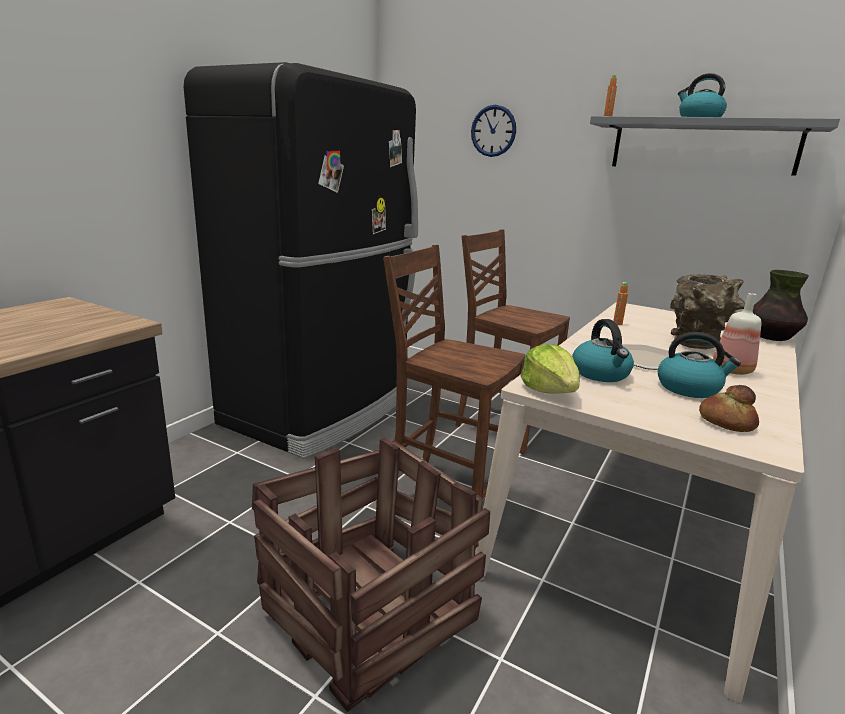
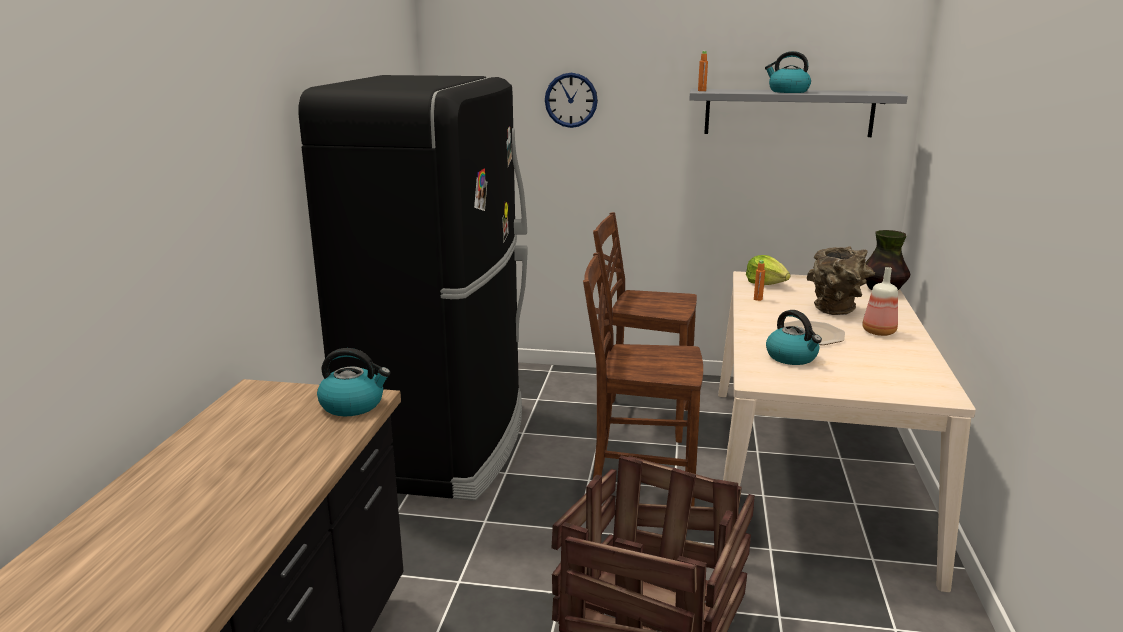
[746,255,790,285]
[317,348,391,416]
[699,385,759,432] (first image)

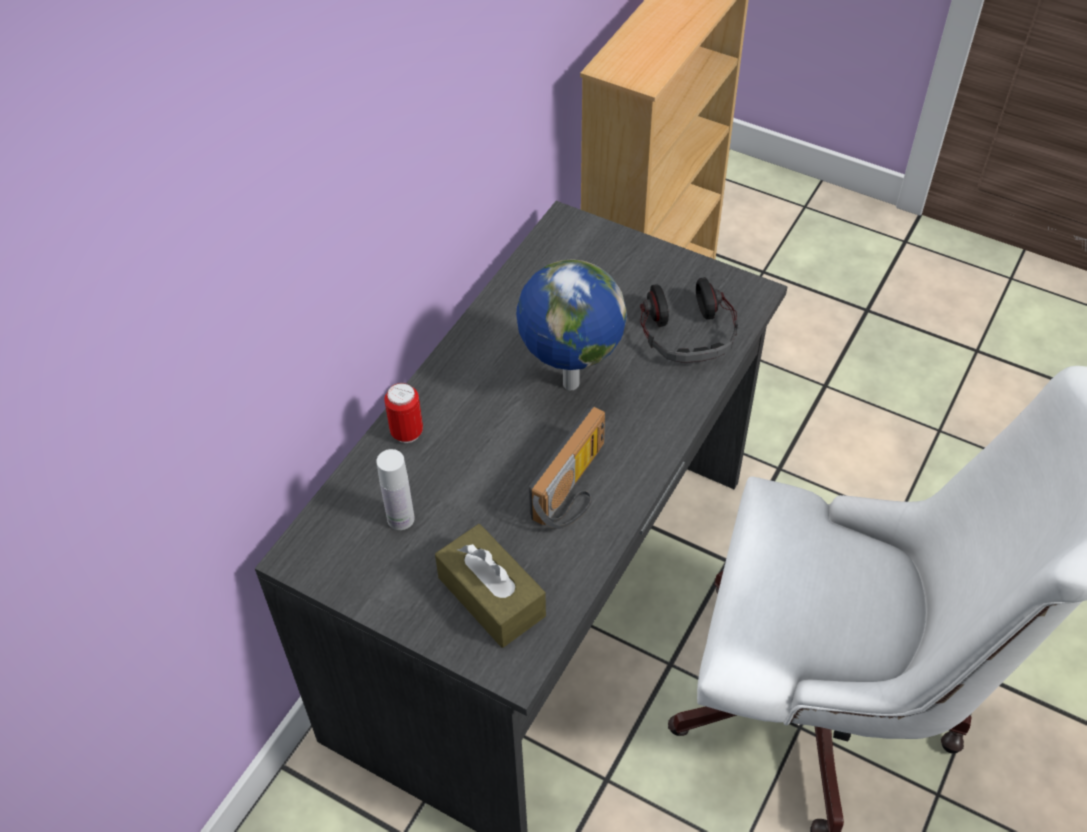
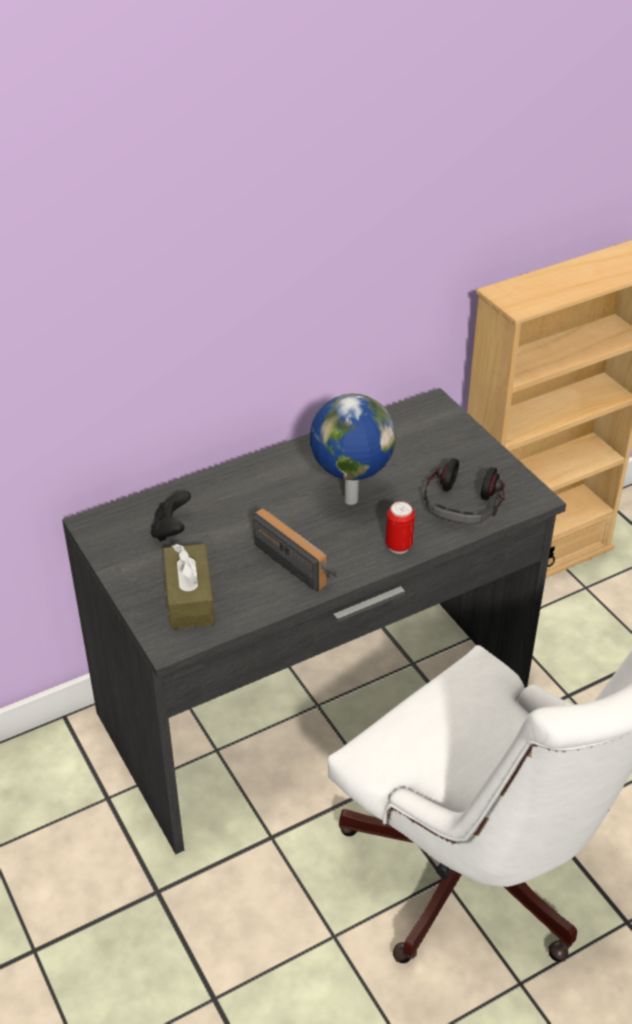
[151,490,191,542]
[386,501,415,554]
[253,509,336,592]

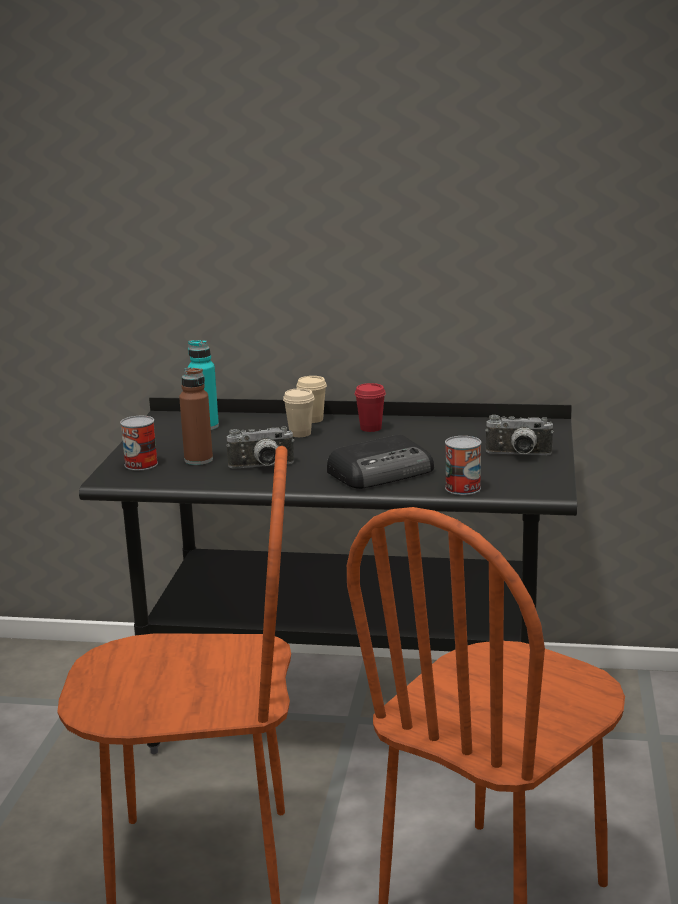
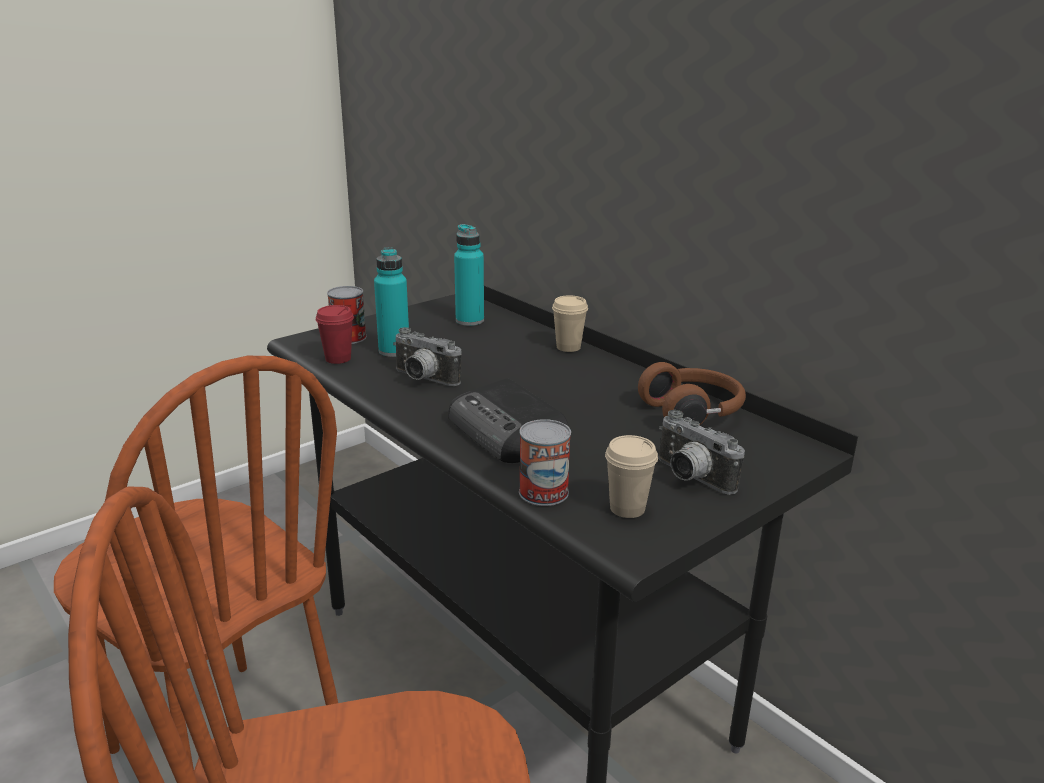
[374,248,409,357]
[605,435,658,518]
[448,378,569,463]
[316,305,354,364]
[638,362,746,426]

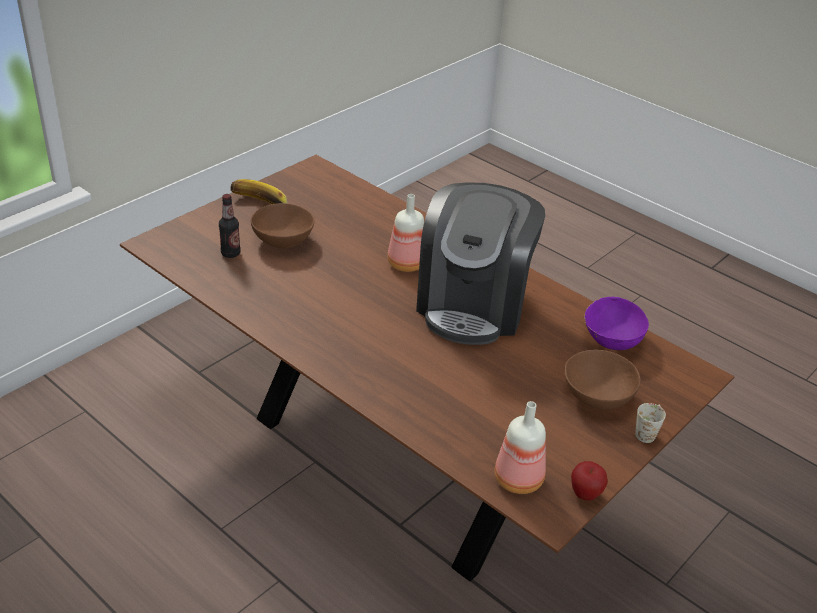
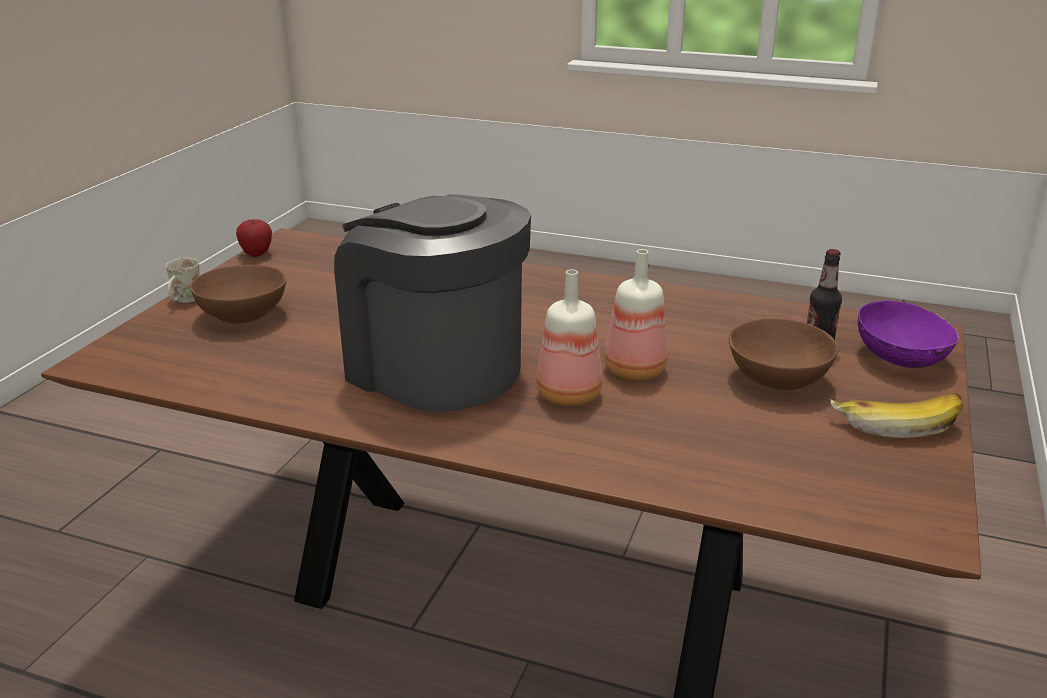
[334,194,531,412]
[604,249,668,380]
[858,300,959,368]

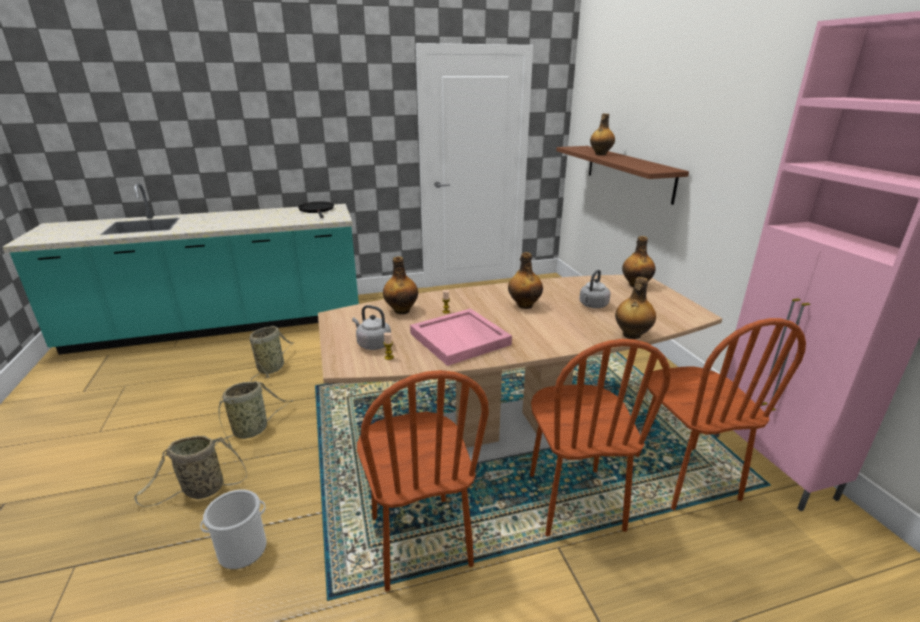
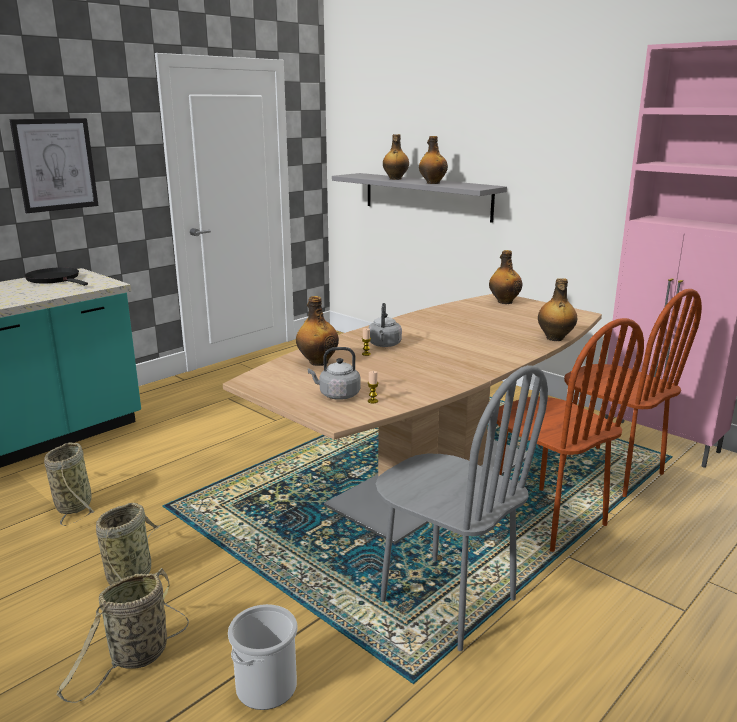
[376,365,548,651]
[410,309,512,366] (first image)
[419,136,448,184]
[332,173,507,223]
[368,303,402,347]
[10,118,98,213]

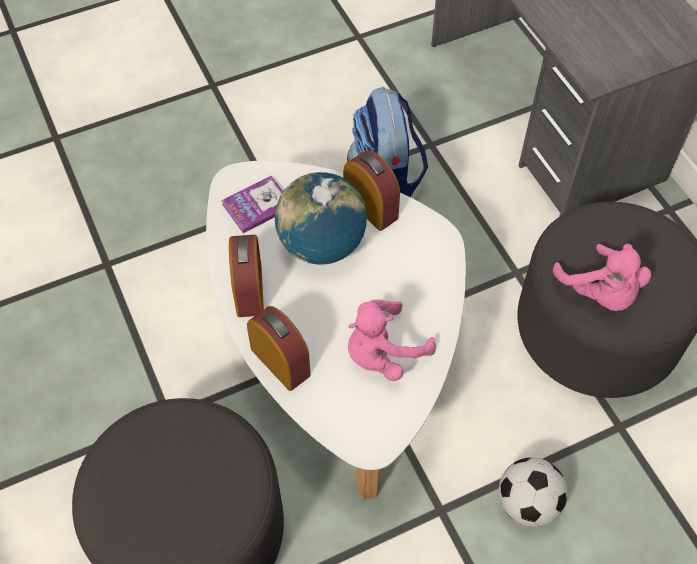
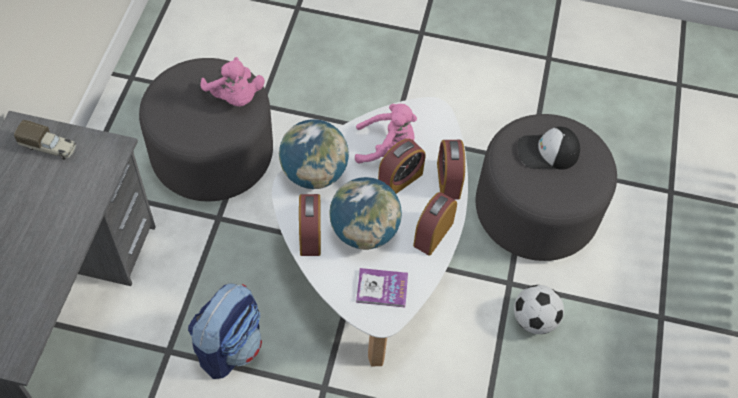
[514,285,564,334]
[200,57,265,106]
[14,120,77,160]
[278,119,349,189]
[378,139,425,194]
[518,127,580,170]

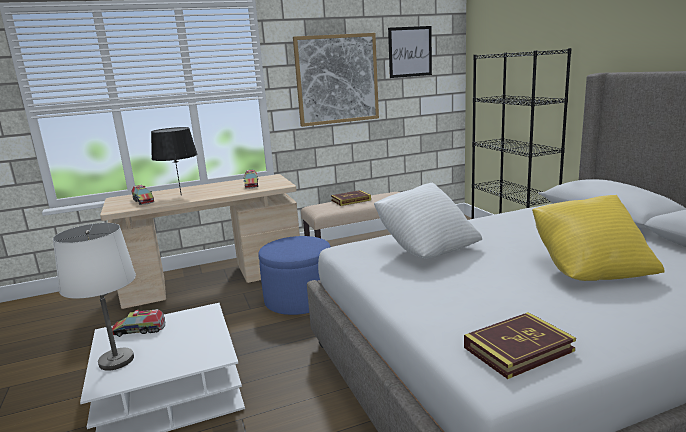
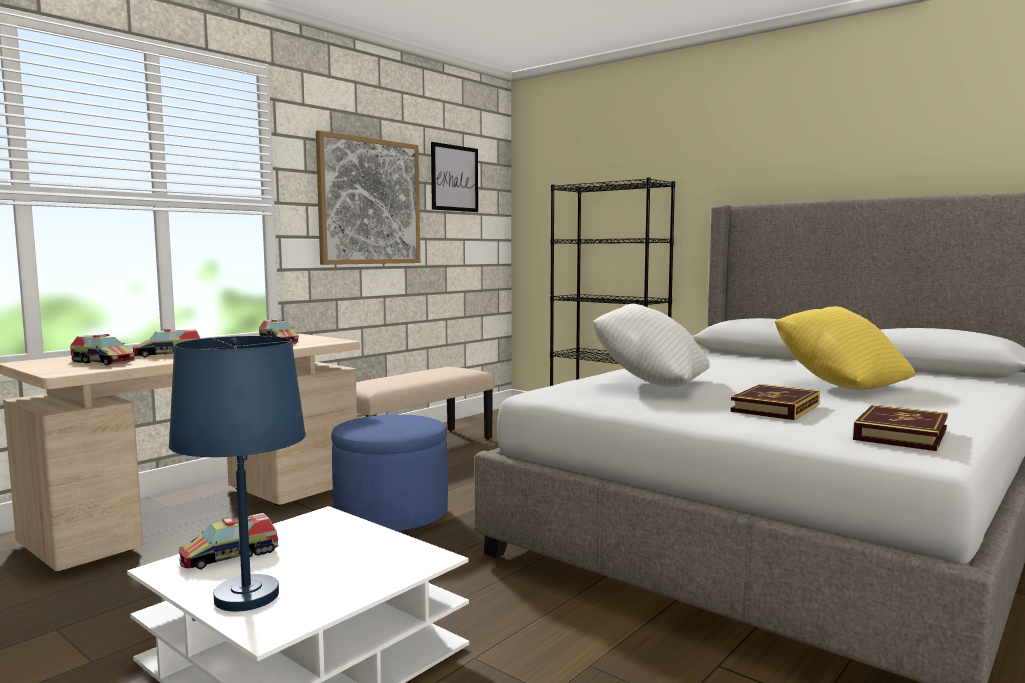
[169,336,306,612]
[132,328,201,358]
[730,384,820,420]

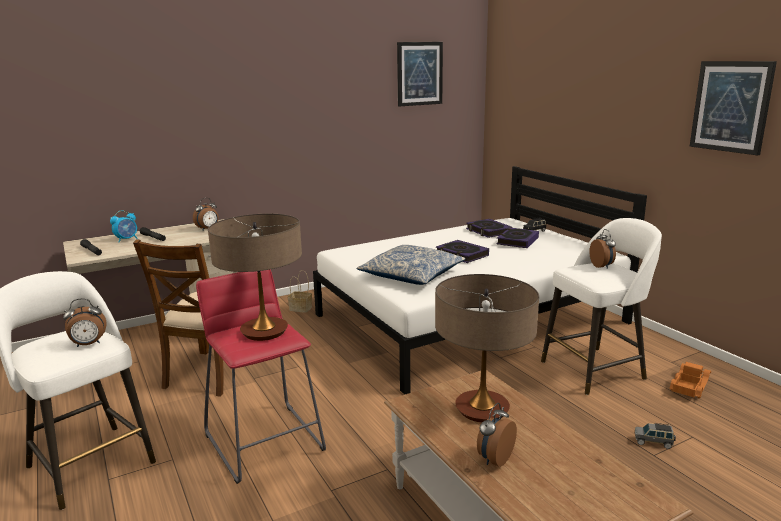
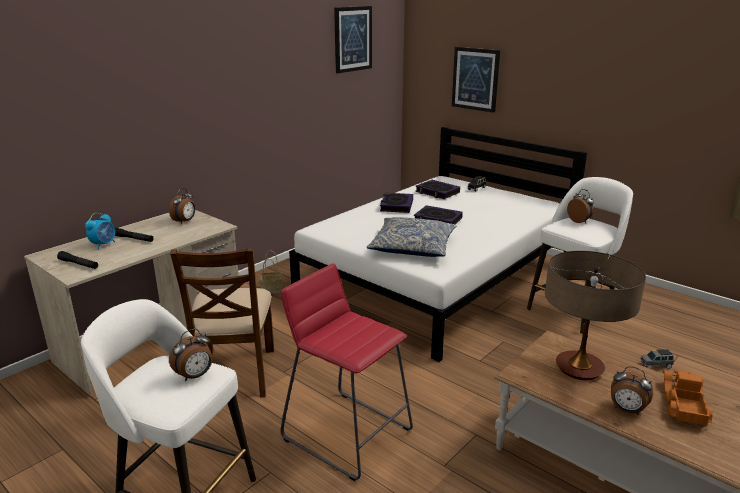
[208,214,302,341] (first image)
[611,366,653,415]
[380,193,413,213]
[663,370,713,425]
[452,47,500,113]

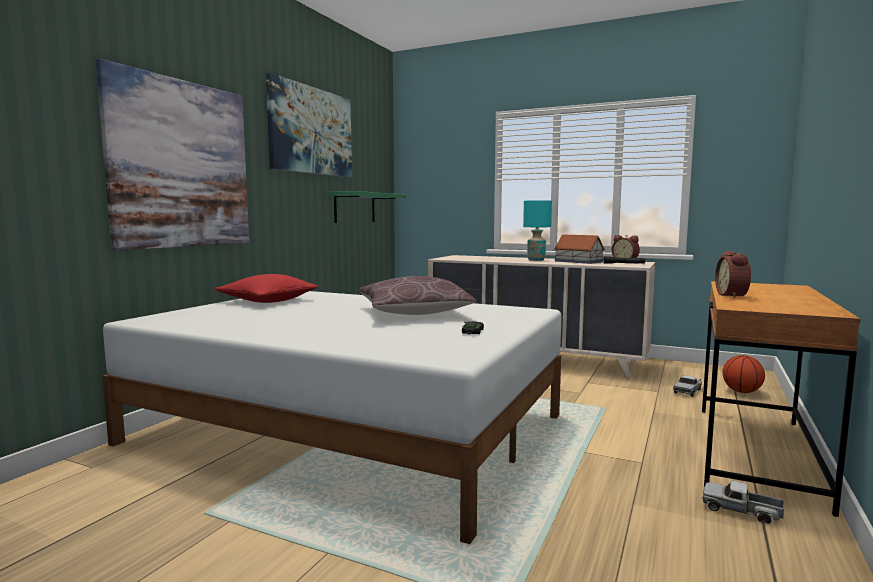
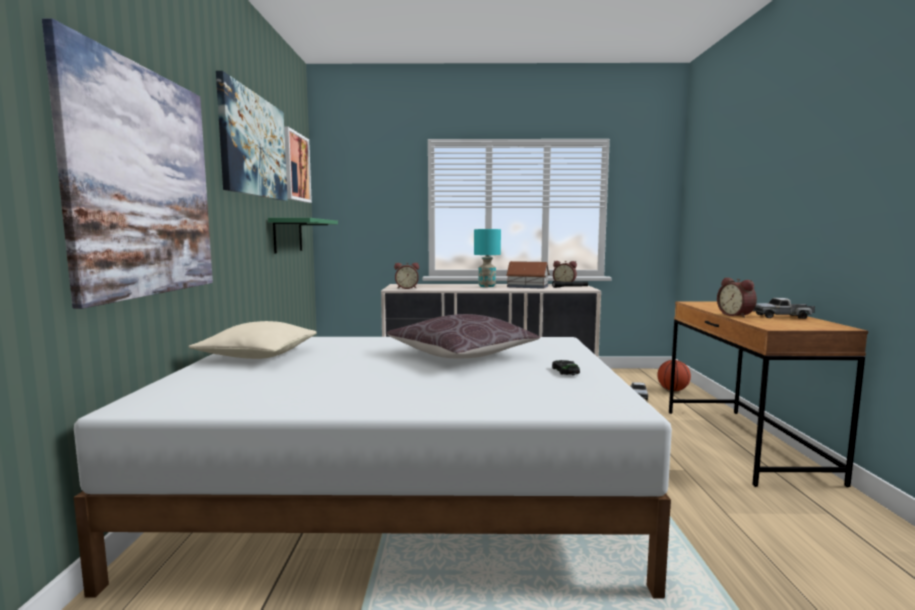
[188,321,317,359]
[753,298,815,319]
[284,126,312,203]
[394,263,419,289]

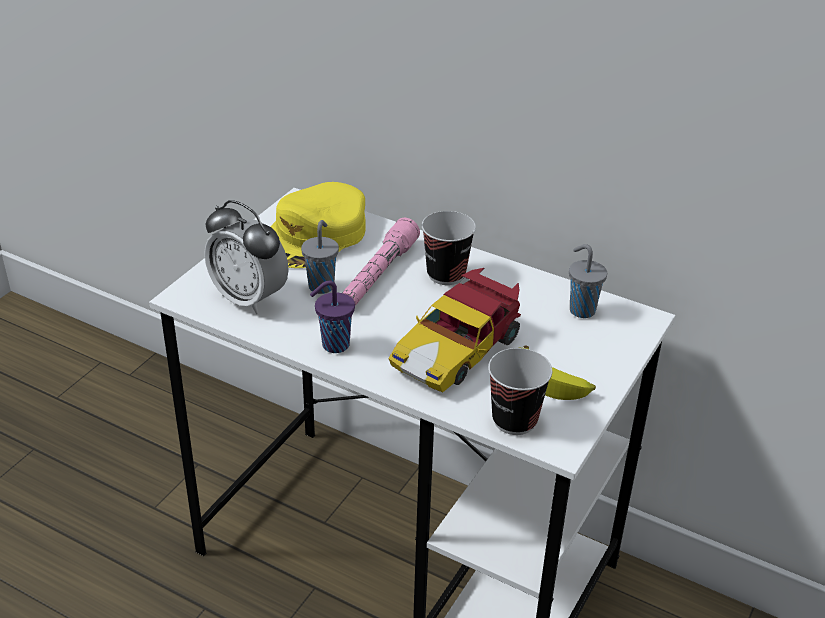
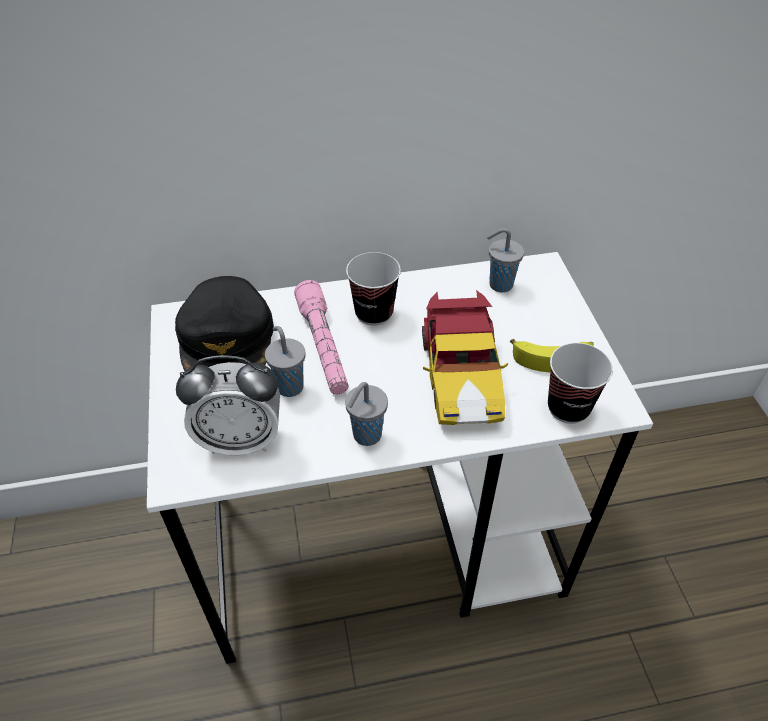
[175,276,274,371]
[345,382,388,446]

